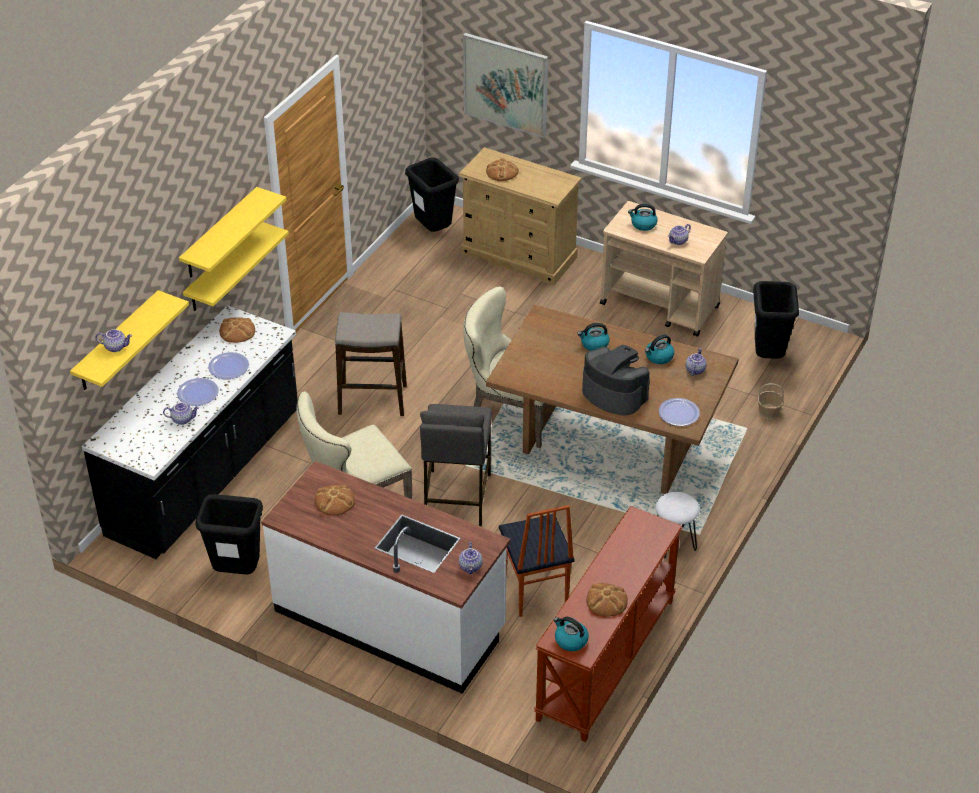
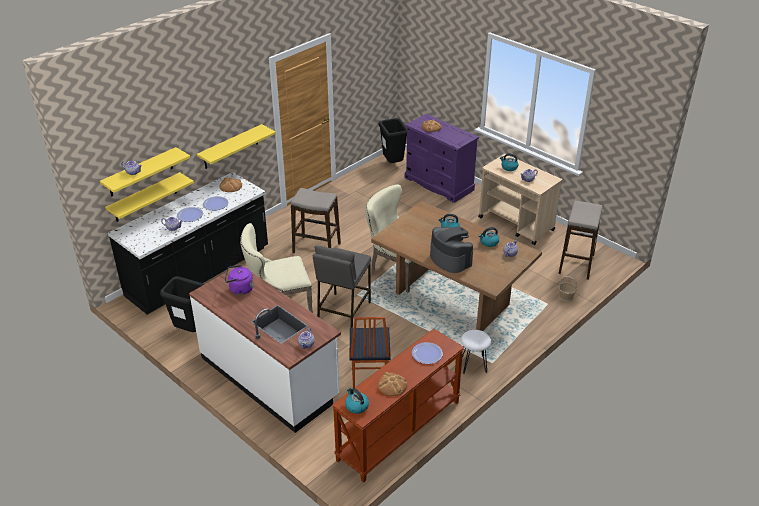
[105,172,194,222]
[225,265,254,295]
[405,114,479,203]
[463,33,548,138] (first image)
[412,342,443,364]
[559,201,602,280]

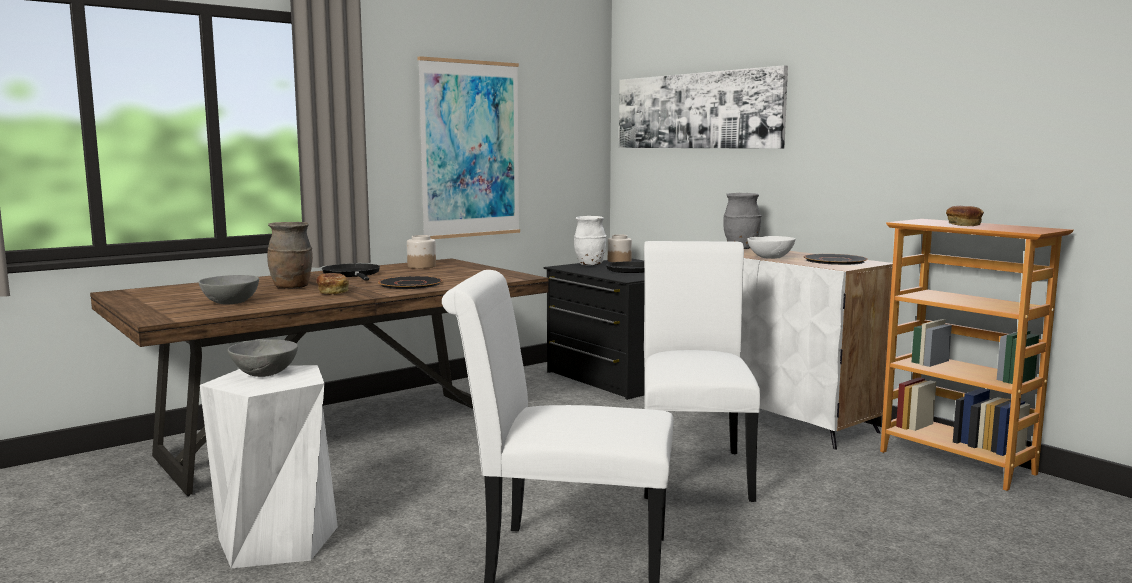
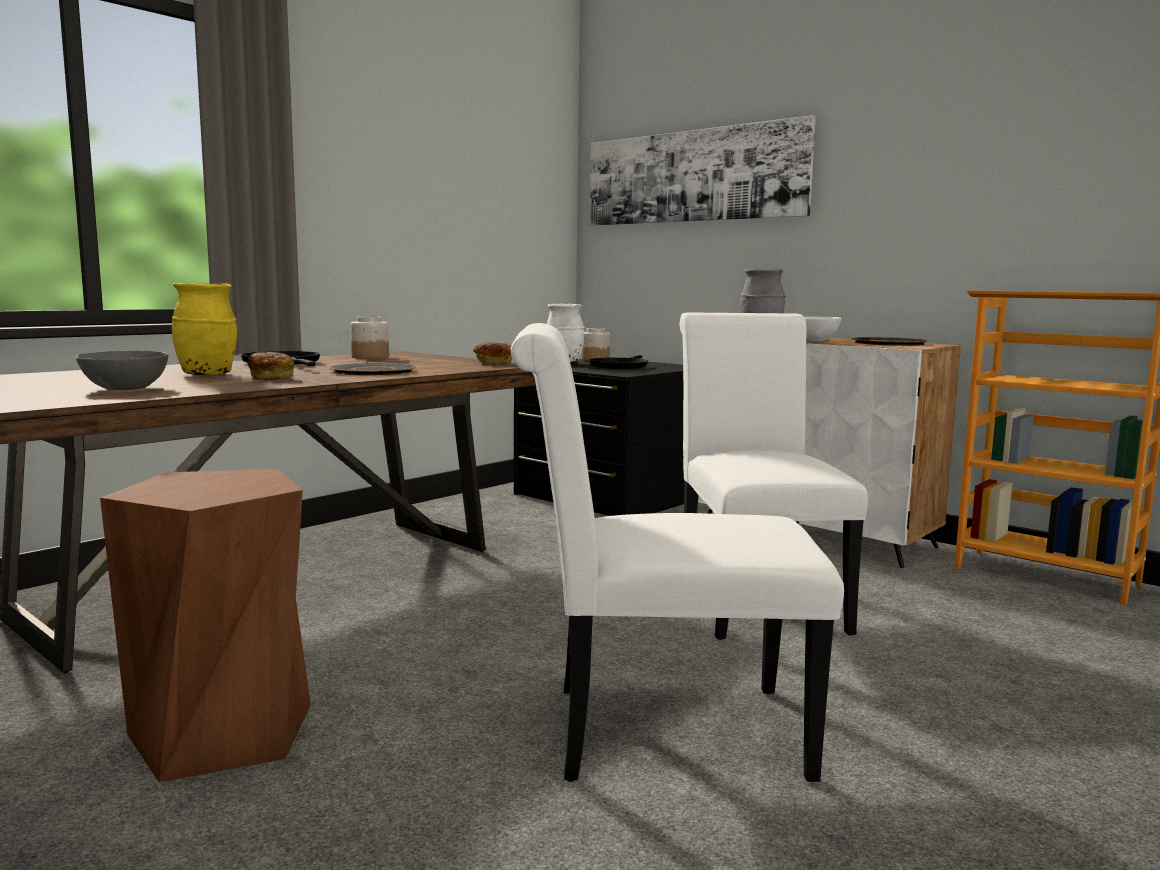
[100,469,311,782]
[228,339,298,377] (first image)
[172,283,237,375]
[417,56,520,239] (first image)
[473,342,512,365]

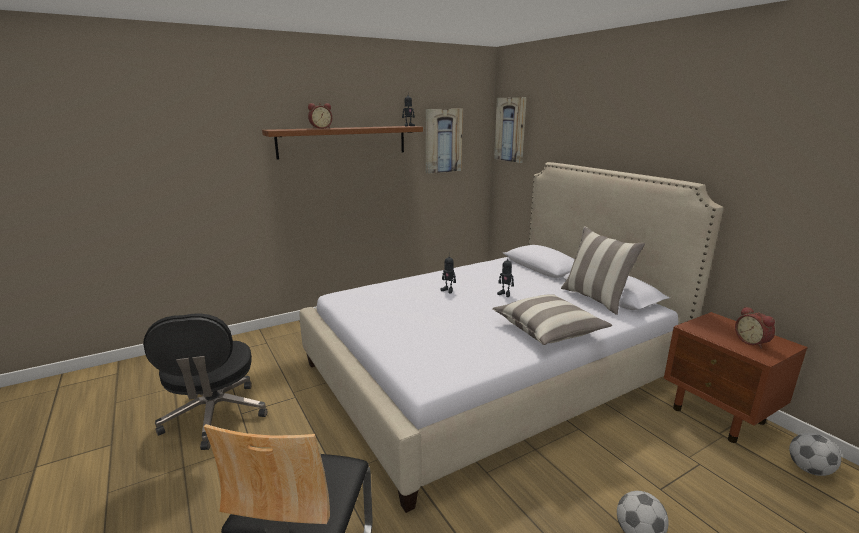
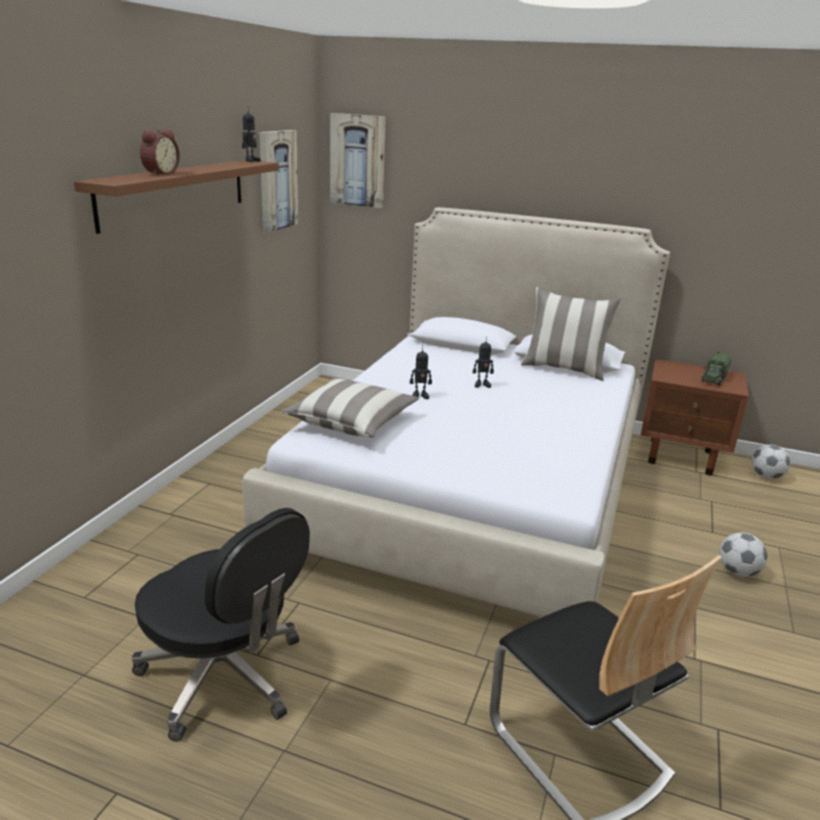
[280,378,419,438]
[701,350,731,386]

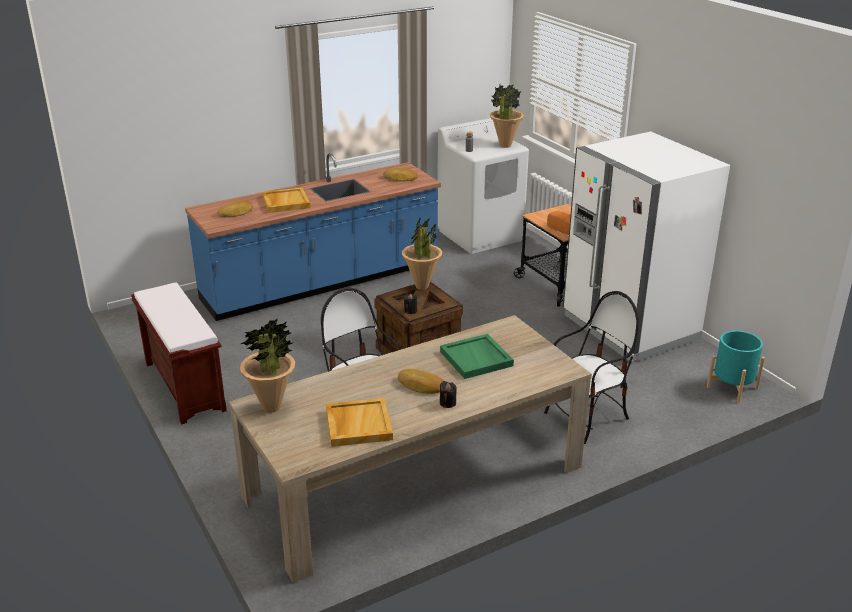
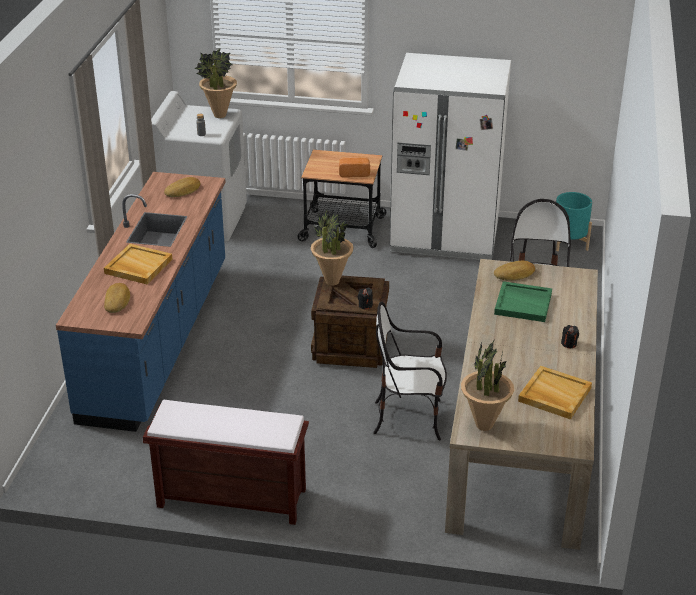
[494,261,535,281]

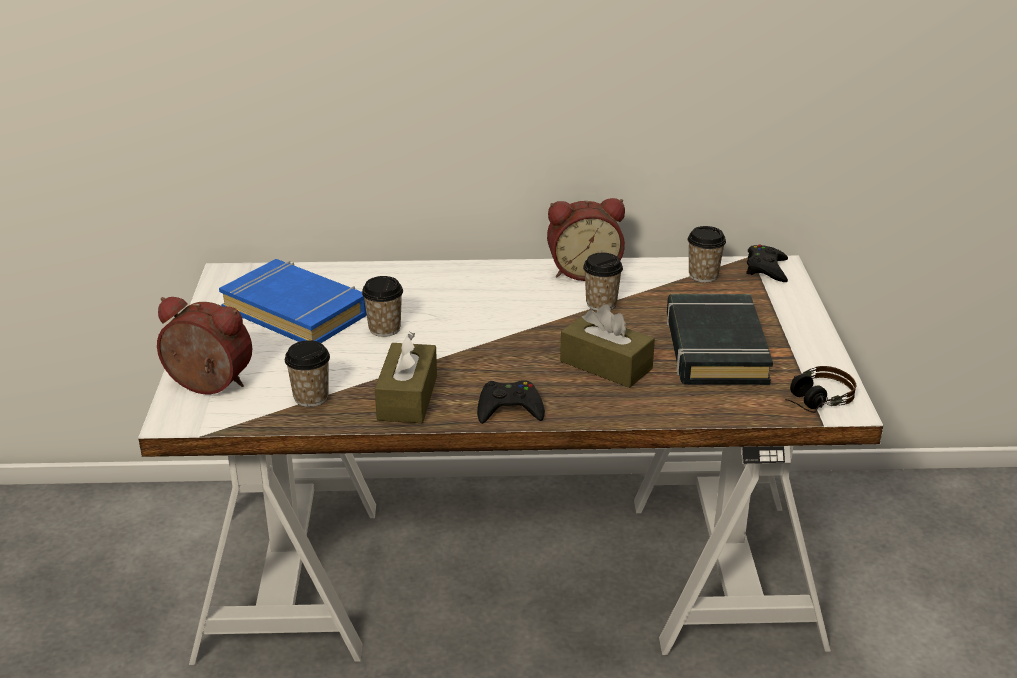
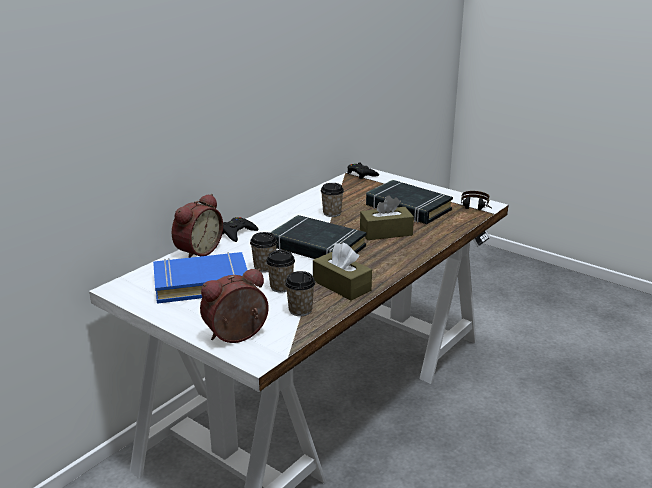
[222,217,258,242]
[172,194,223,258]
[266,250,295,293]
[270,215,367,259]

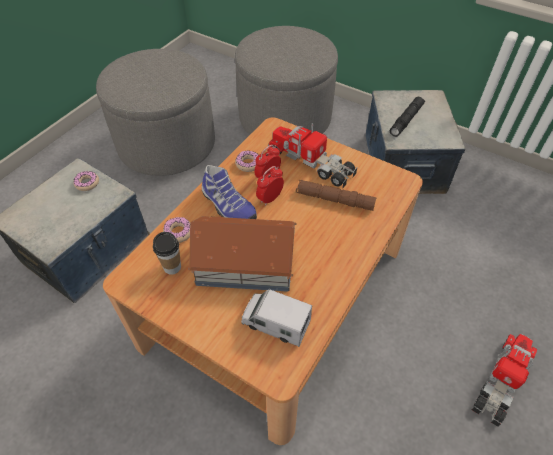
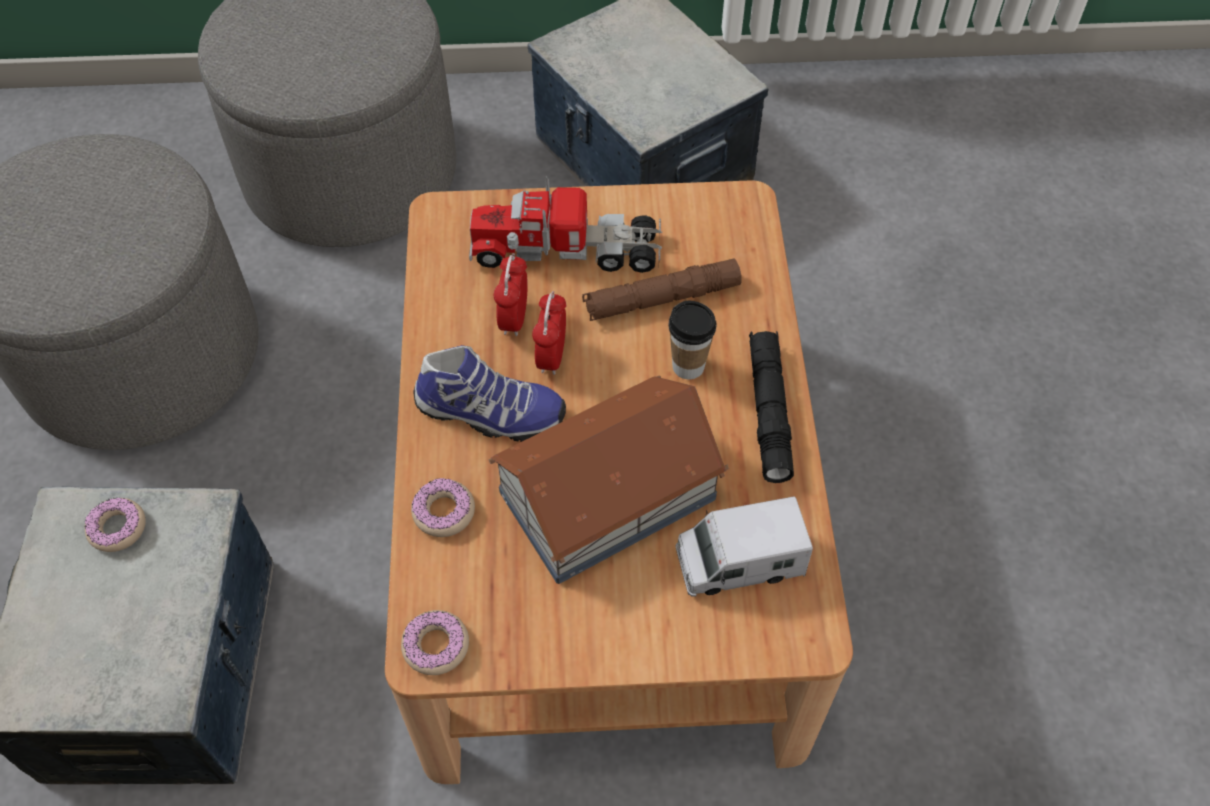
[669,301,717,379]
[401,610,469,675]
[749,331,794,483]
[471,334,537,427] (first image)

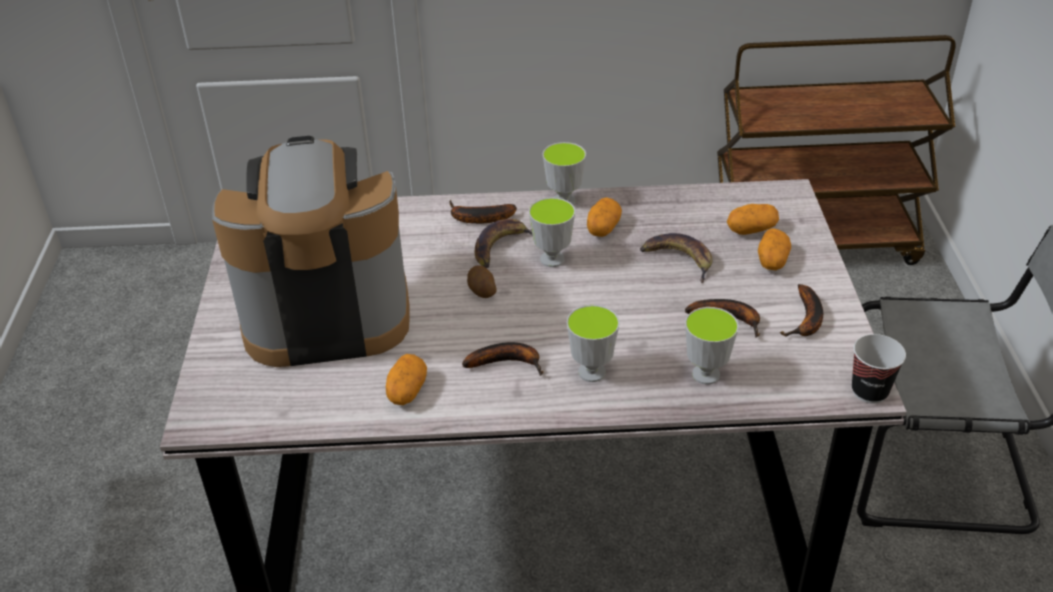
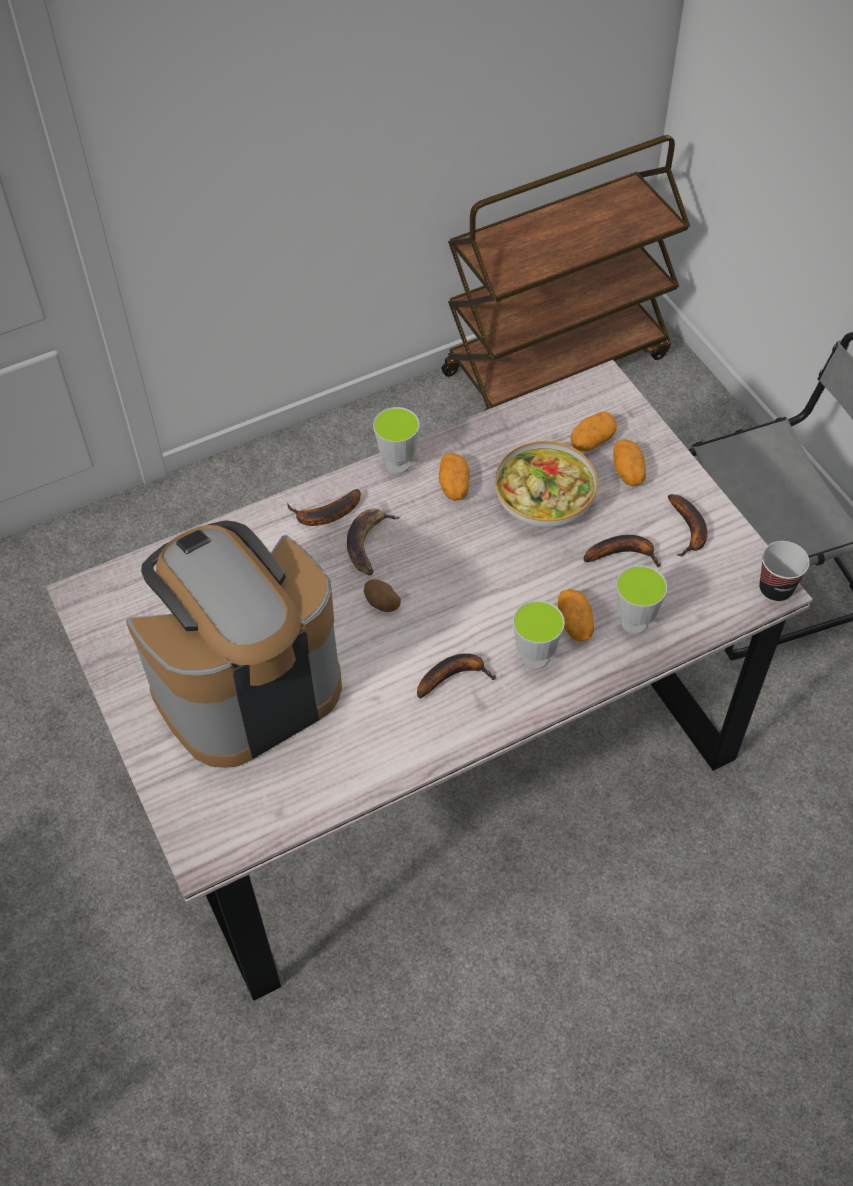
[558,589,594,642]
[529,197,575,267] (first image)
[495,441,598,528]

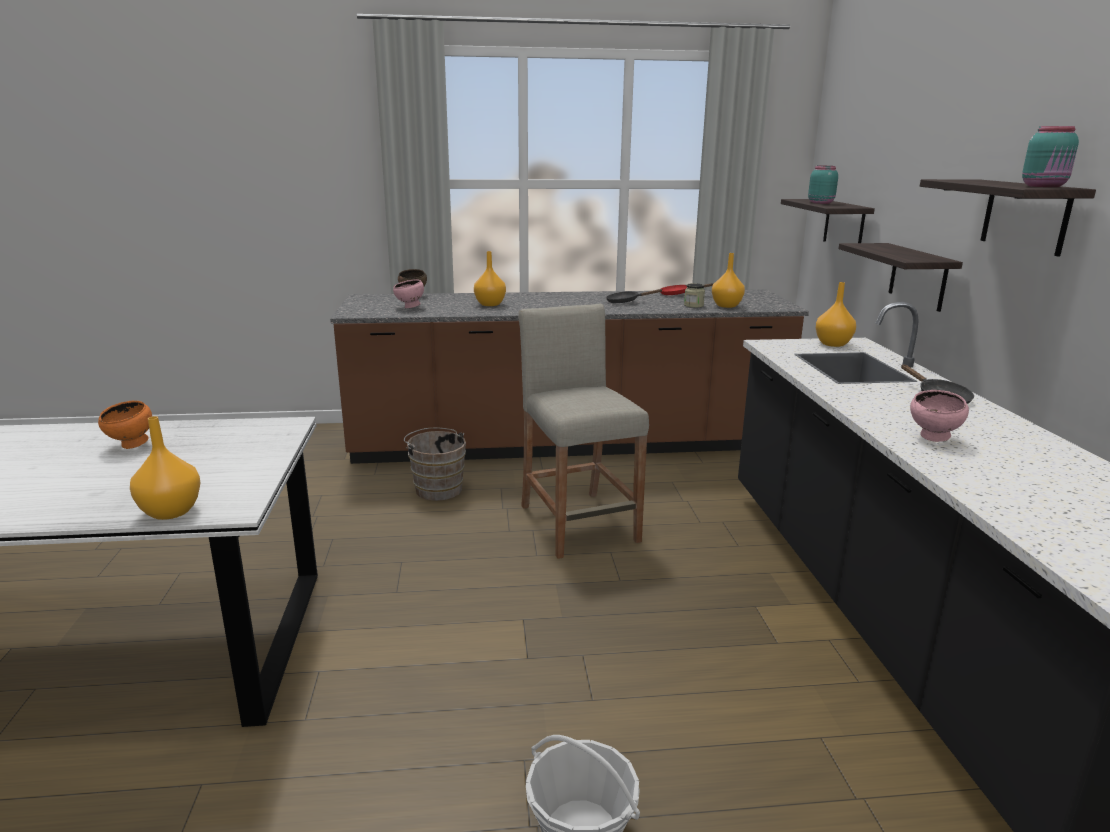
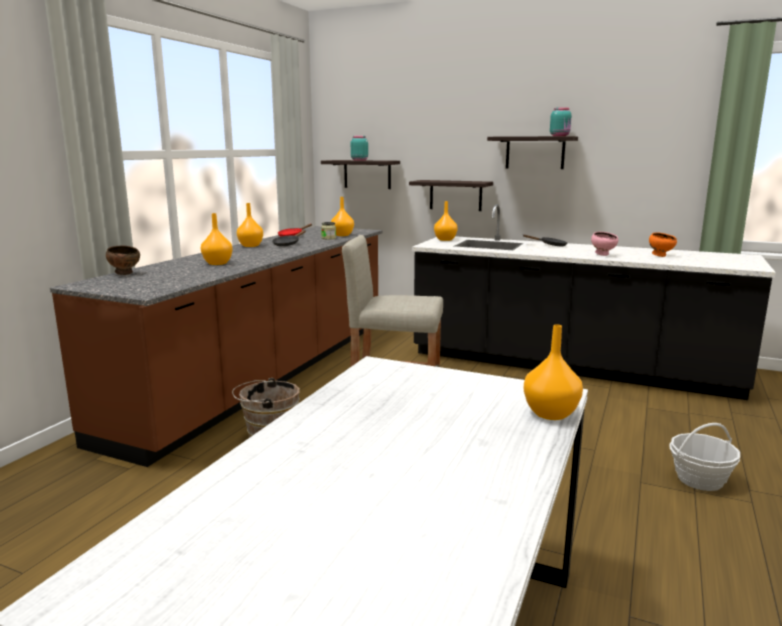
[649,233,677,257]
[393,279,424,308] (first image)
[237,203,263,247]

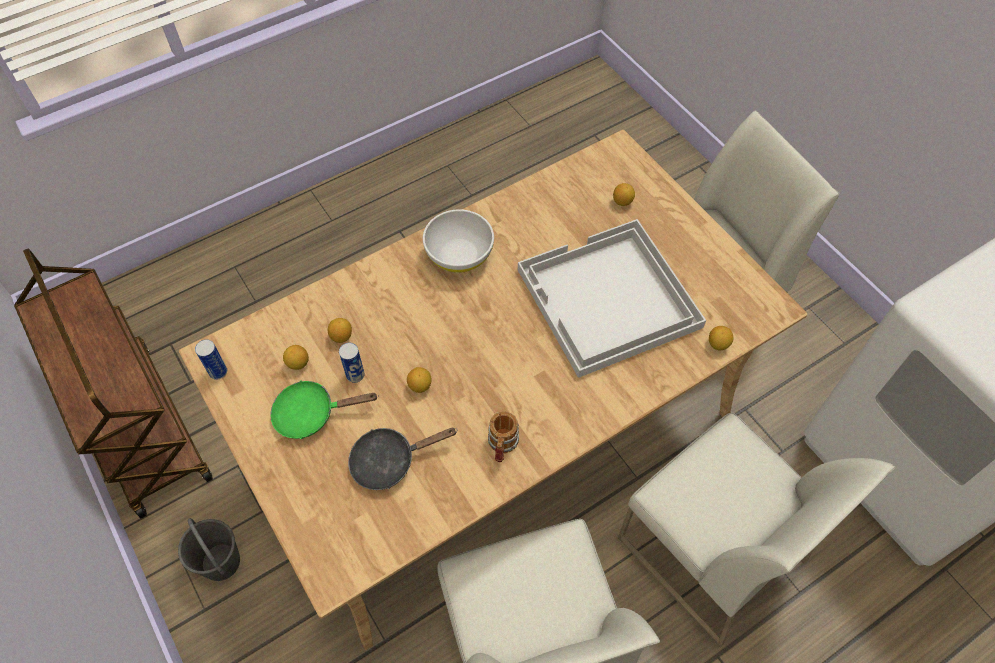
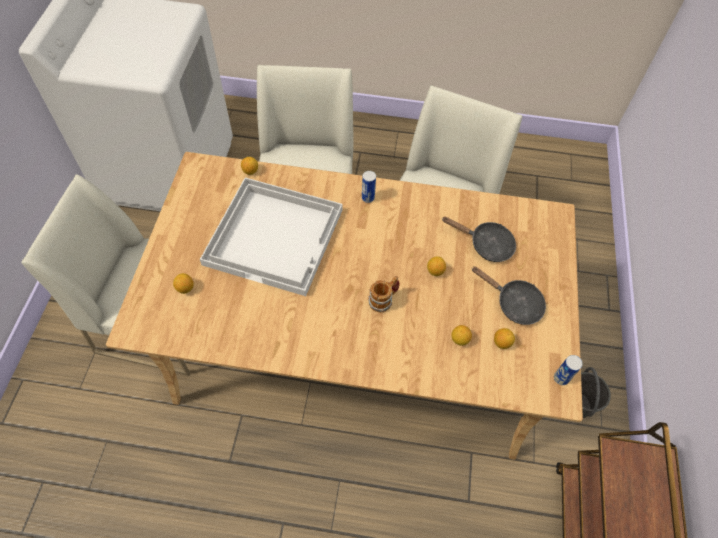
[472,267,546,325]
[362,171,376,203]
[423,209,494,273] (first image)
[369,276,400,313]

